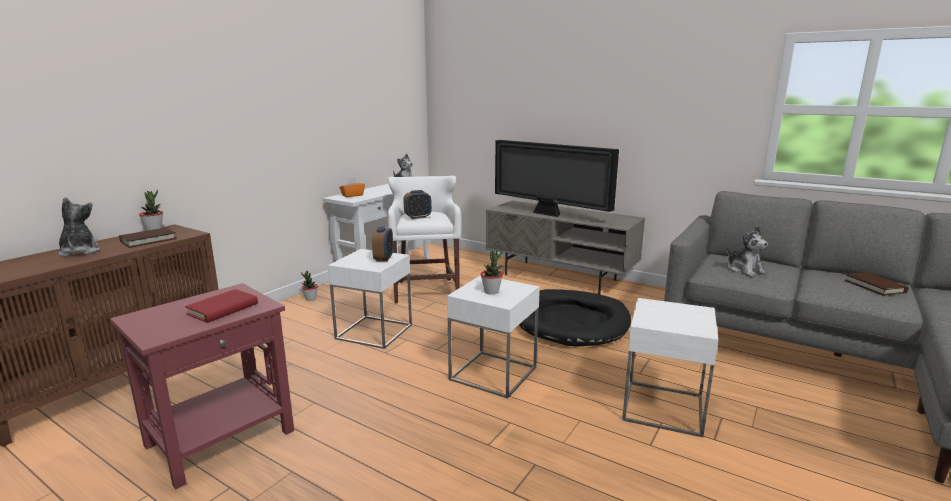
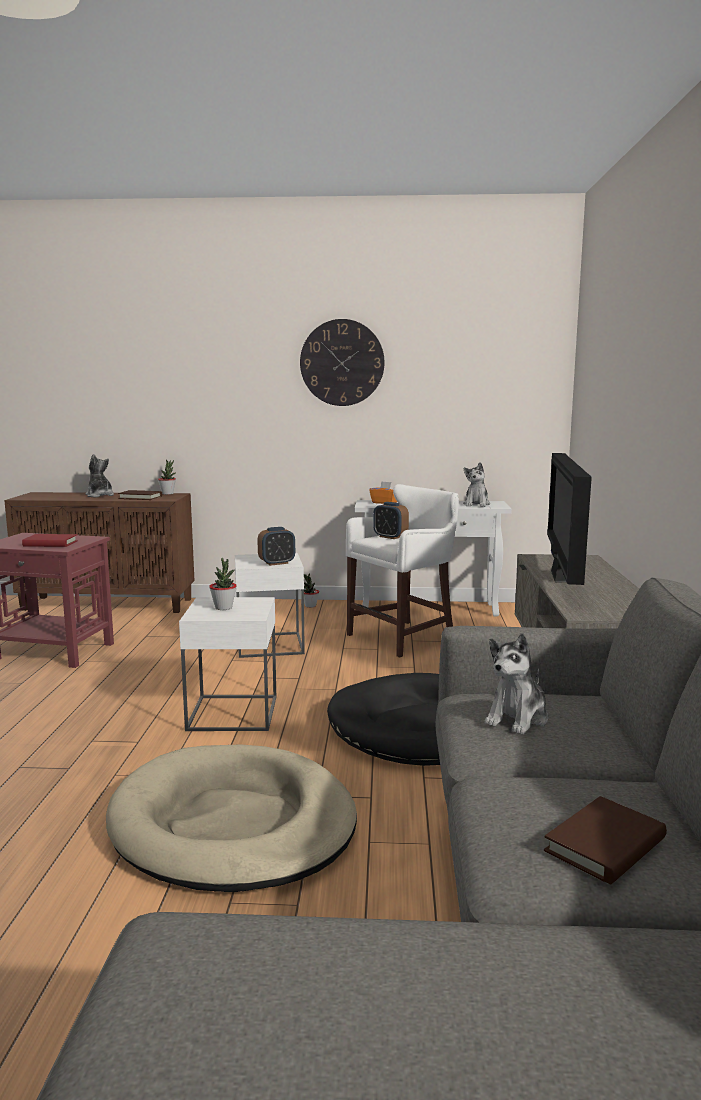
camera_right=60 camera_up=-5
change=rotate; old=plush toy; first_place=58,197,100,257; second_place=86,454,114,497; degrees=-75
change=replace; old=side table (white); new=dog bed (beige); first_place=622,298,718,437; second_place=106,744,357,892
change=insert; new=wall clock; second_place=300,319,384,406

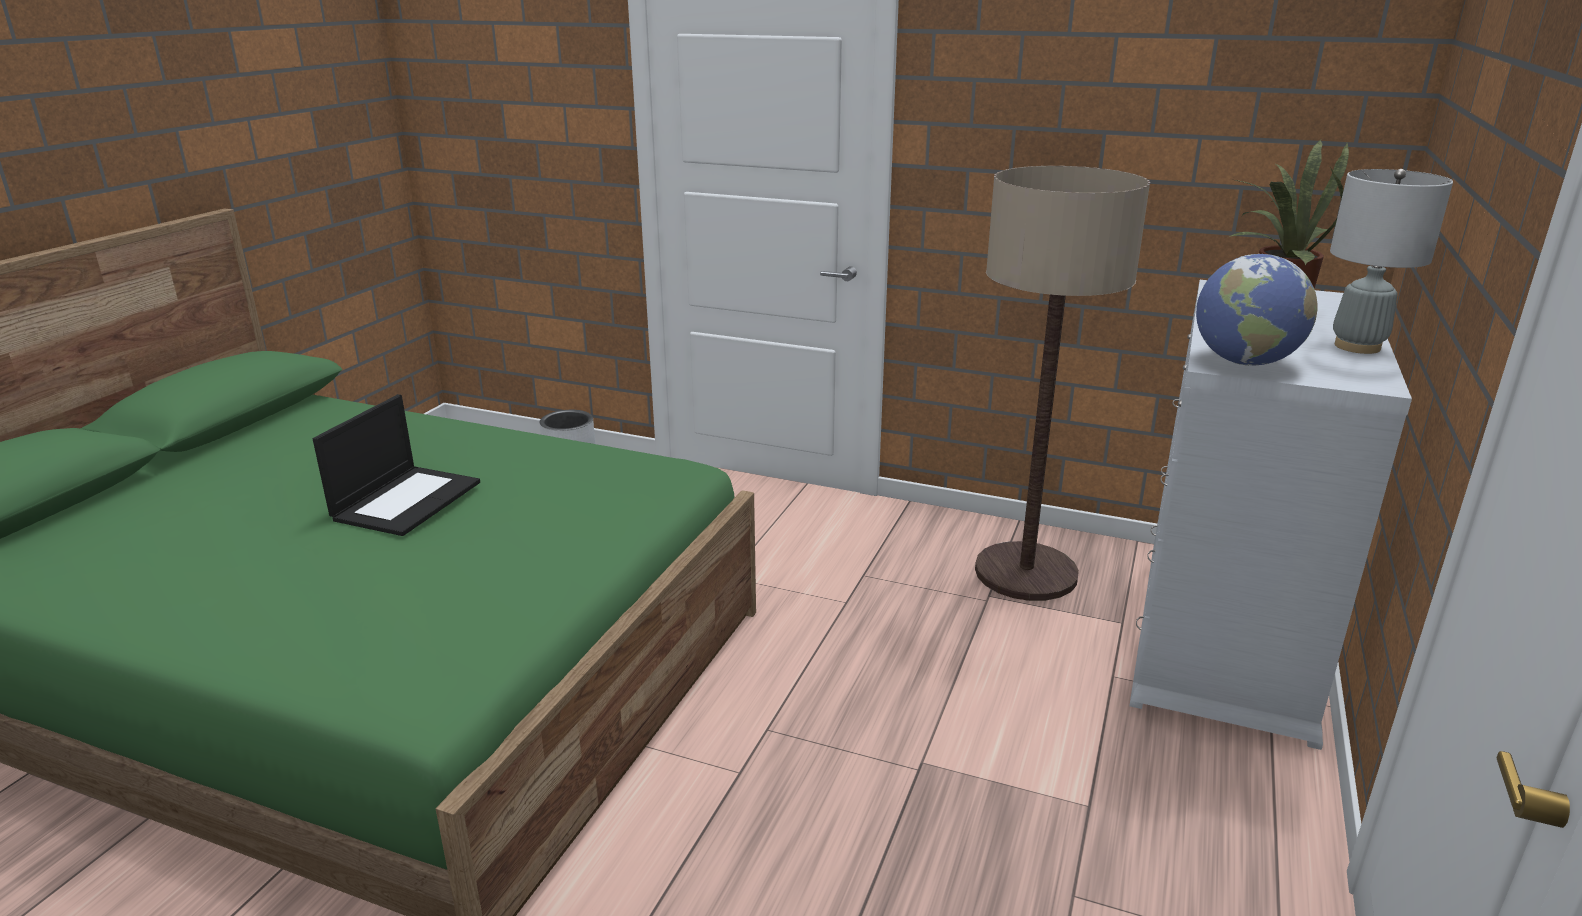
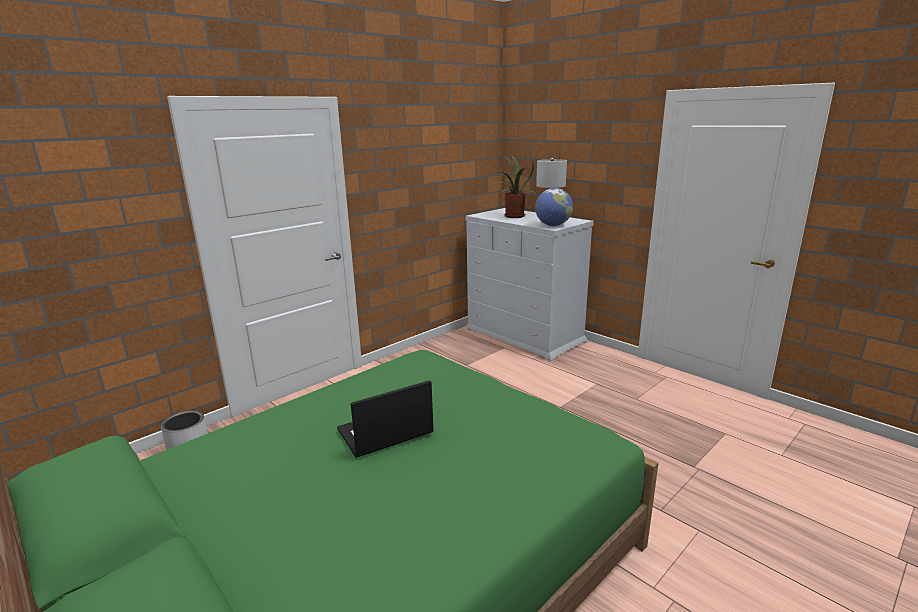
camera_right=-65 camera_up=-5
change=rotate; old=laptop; first_place=313,394,480,536; second_place=337,380,434,458; degrees=-75
change=delete; old=floor lamp; first_place=975,166,1150,601

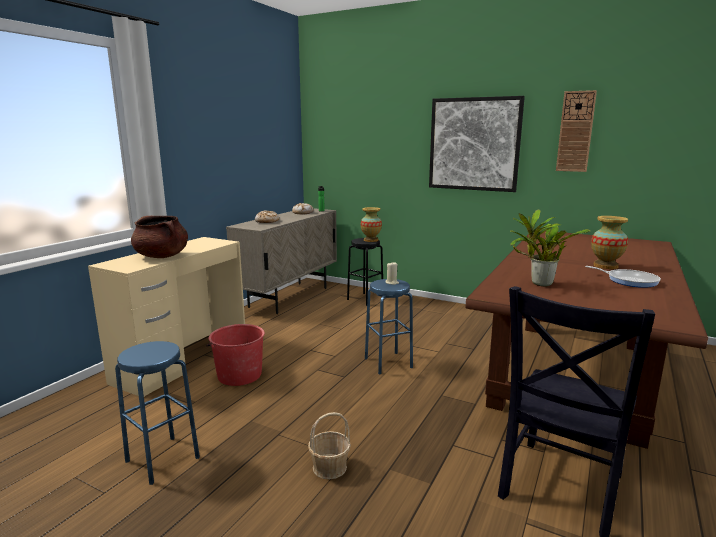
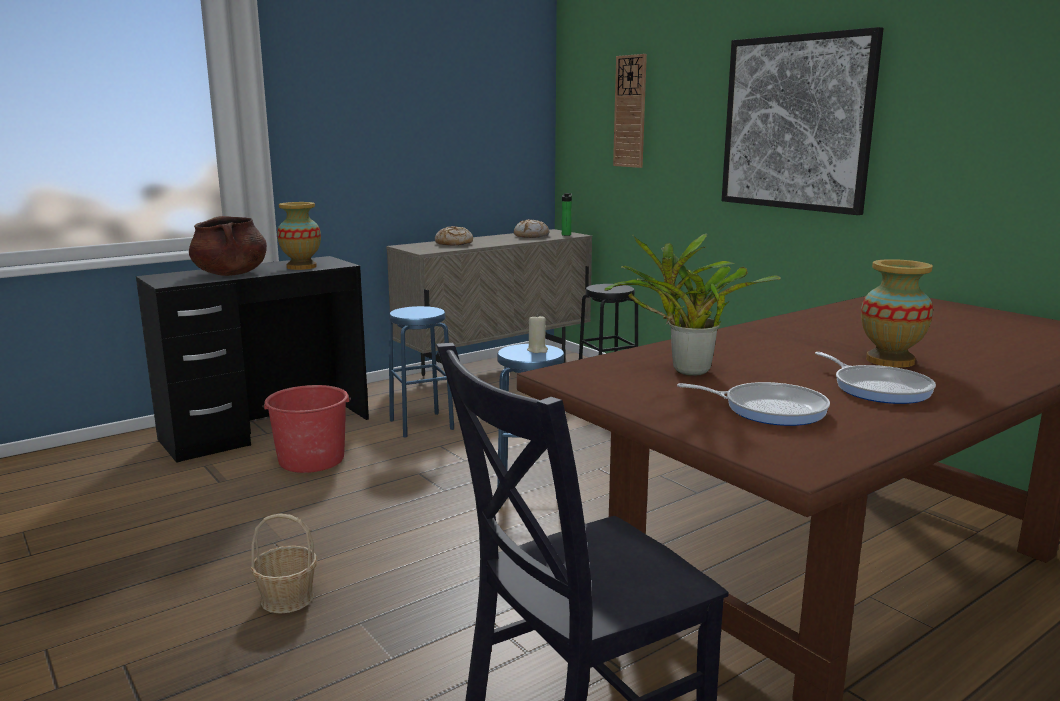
camera_right=25 camera_up=0
change=recolor; old=desk (beige); new=desk (black); first_place=88,237,245,397; second_place=136,256,369,463
change=move; old=vase; first_place=361,207,382,242; second_place=277,202,321,270
change=move; old=stool (blue); first_place=115,341,200,485; second_place=388,306,454,438
change=move; old=wall clock; first_place=556,90,597,172; second_place=613,54,647,168
change=insert; new=frying pan; second_place=677,382,830,426

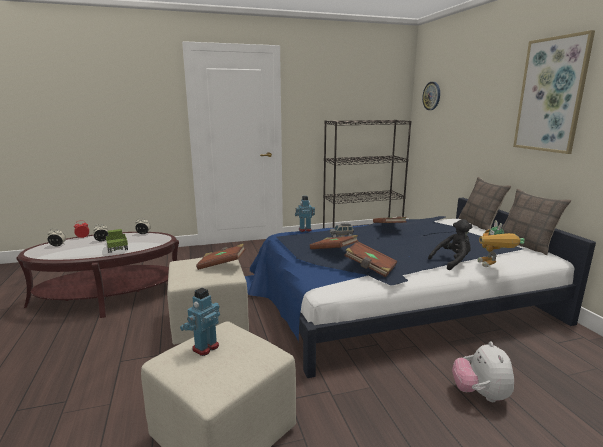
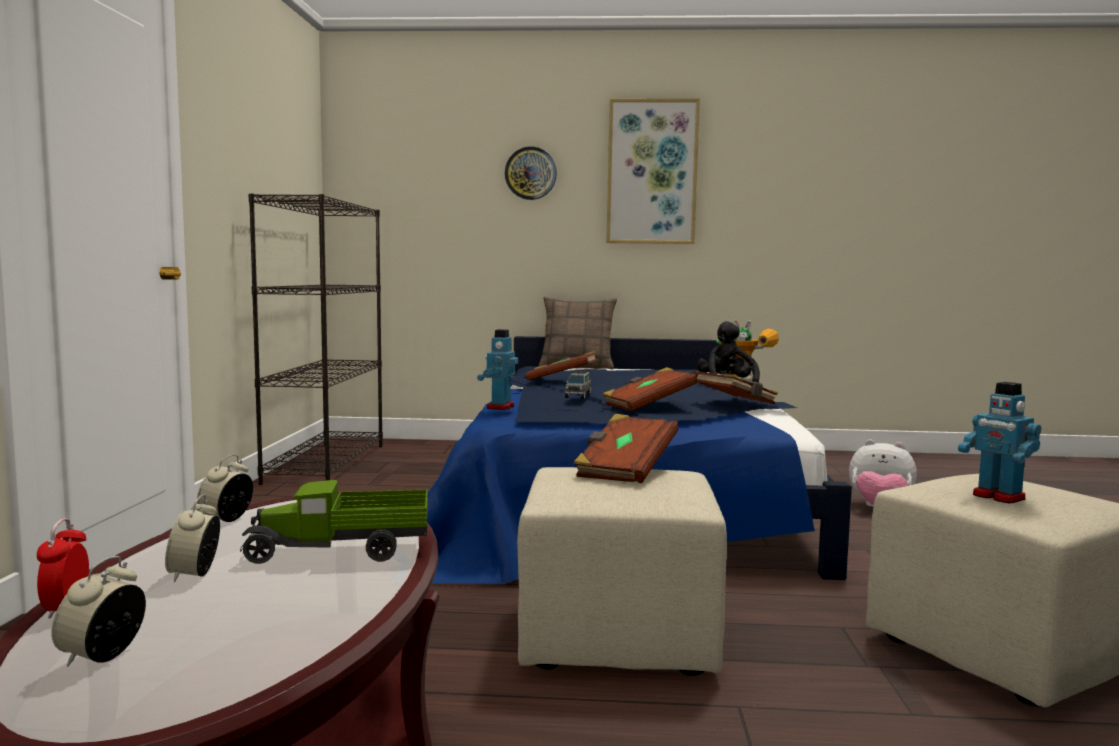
camera_right=-70 camera_up=-10
change=move; old=wall clock; first_place=422,82,440,110; second_place=505,147,557,200
change=delete; old=pillow; first_place=502,189,571,255

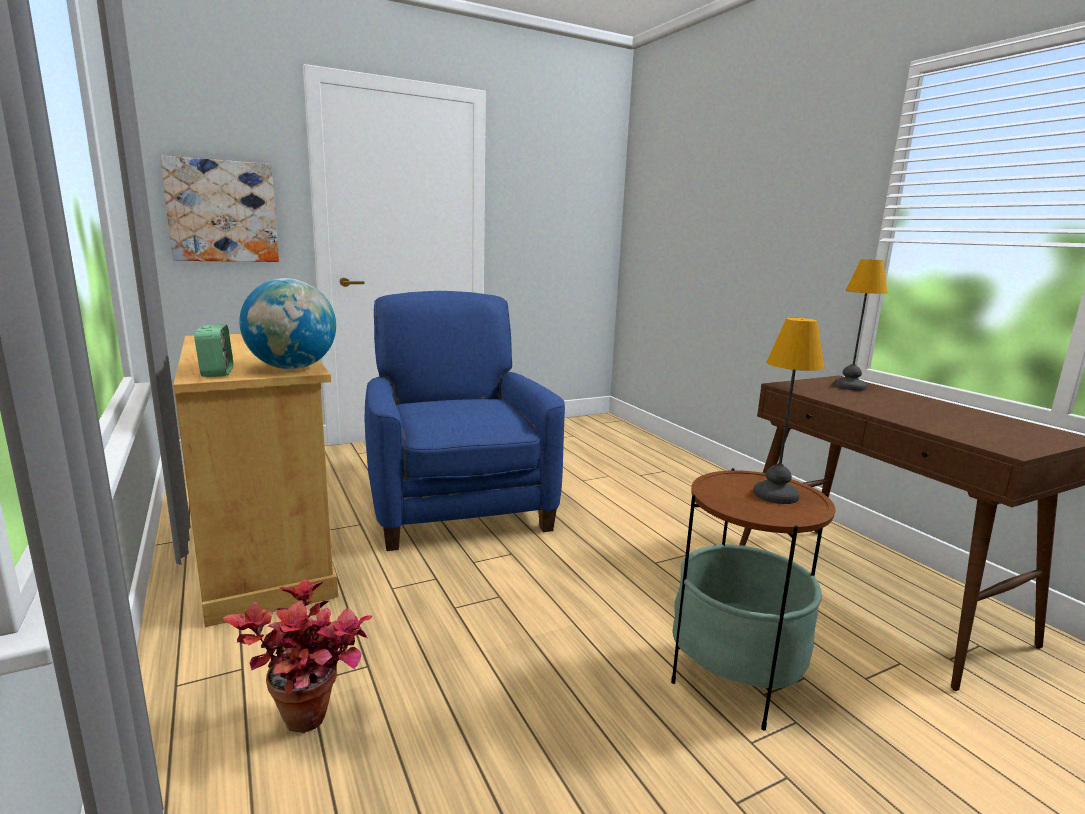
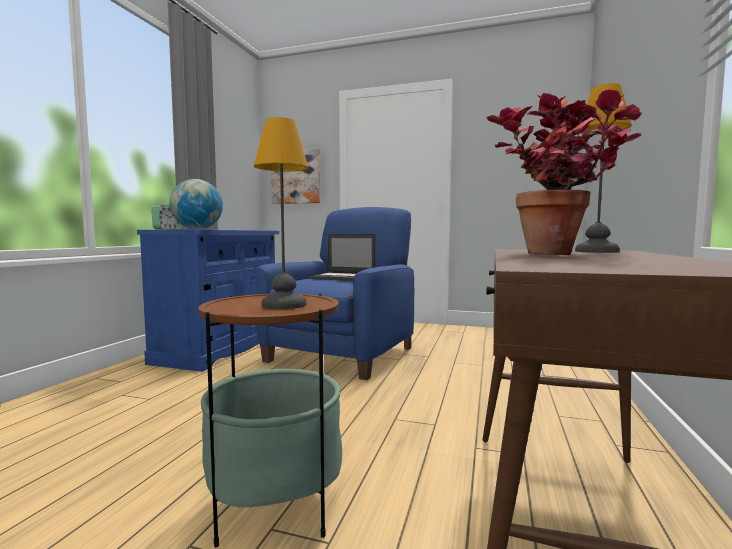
camera_right=45 camera_up=-10
change=recolor; old=cabinet (beige); new=cabinet (blue); first_place=173,334,338,627; second_place=137,230,279,371
change=insert; new=laptop; second_place=309,234,376,281
change=move; old=potted plant; first_place=223,579,373,733; second_place=486,90,642,255

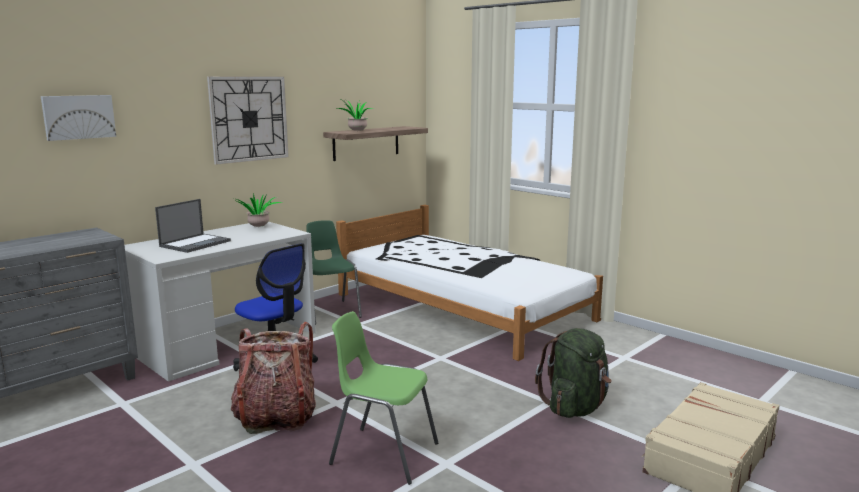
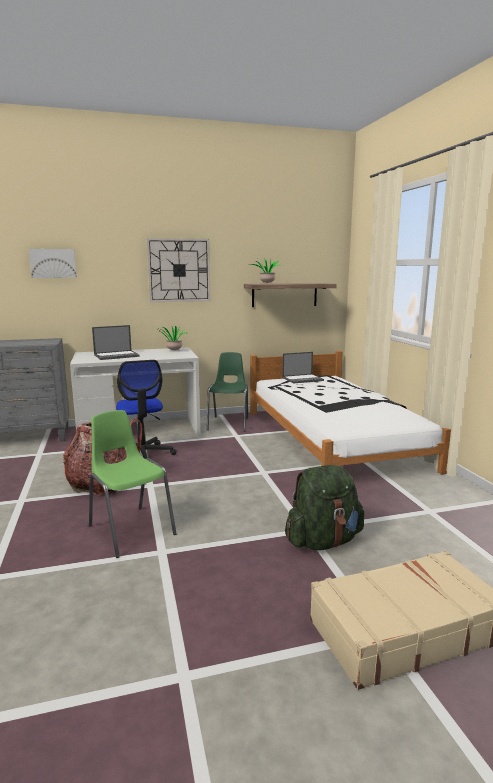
camera_right=30 camera_up=0
change=insert; new=laptop; second_place=282,352,324,384

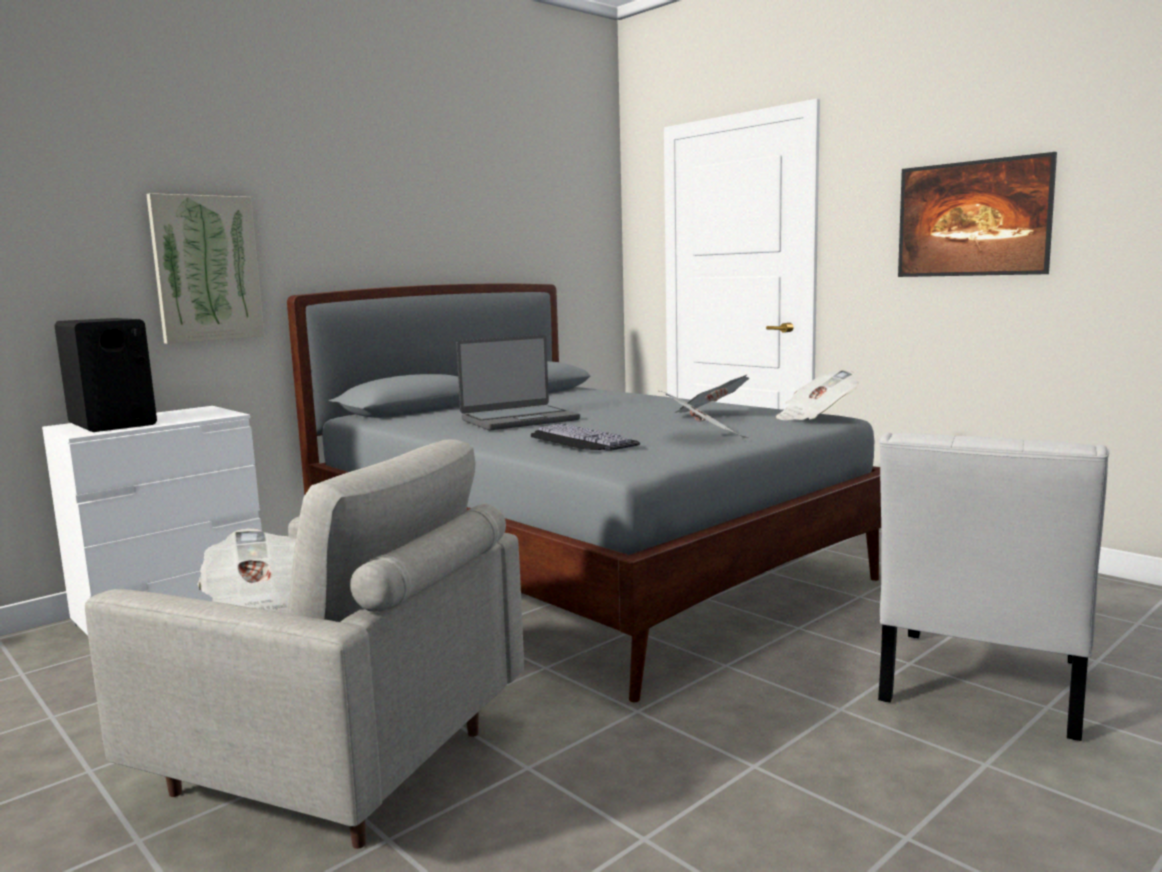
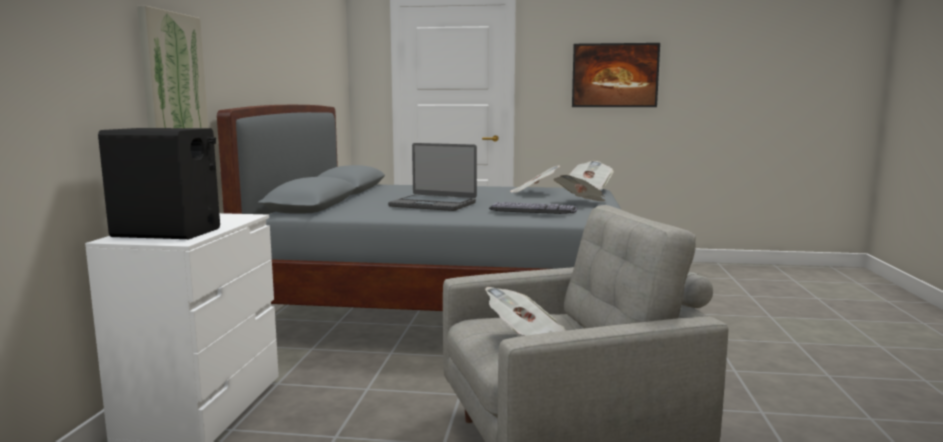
camera_right=-40 camera_up=0
change=rotate; old=laptop; first_place=456,335,580,430; second_place=388,143,477,211; degrees=90
change=delete; old=chair (white); first_place=878,432,1109,741

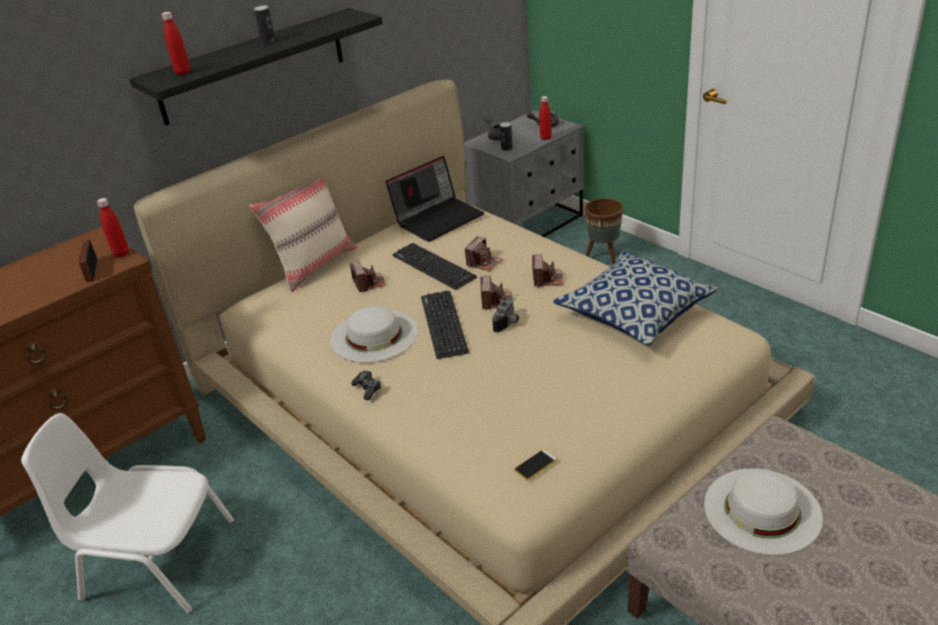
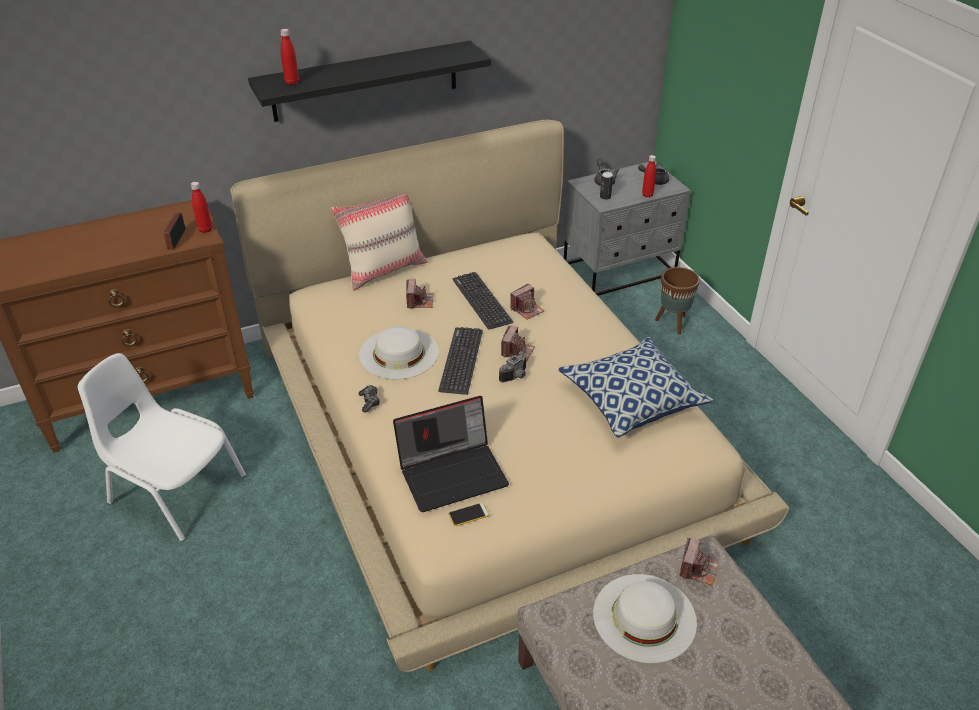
camera_right=15 camera_up=5
change=move; old=laptop; first_place=386,156,484,242; second_place=393,396,509,512
change=move; old=photo camera; first_place=532,254,563,287; second_place=679,537,719,586
change=delete; old=can; first_place=254,5,275,43

